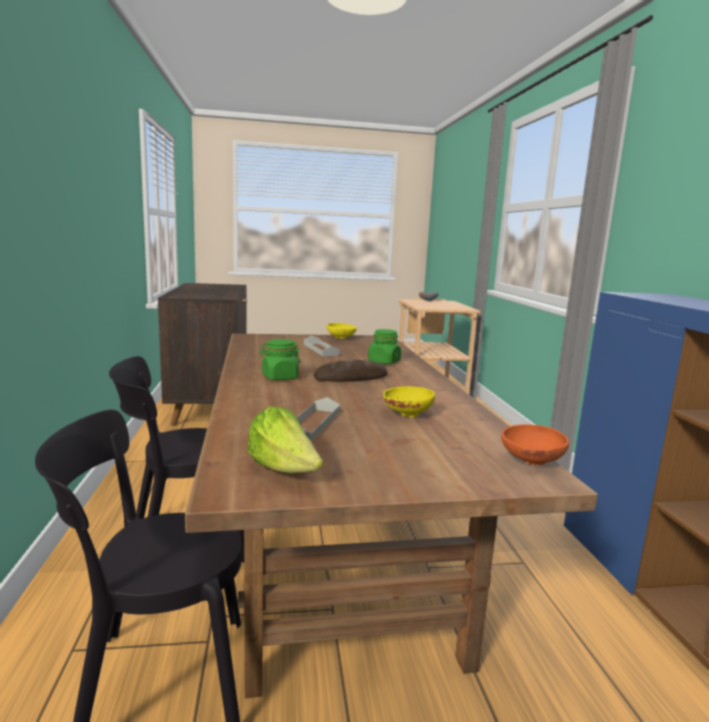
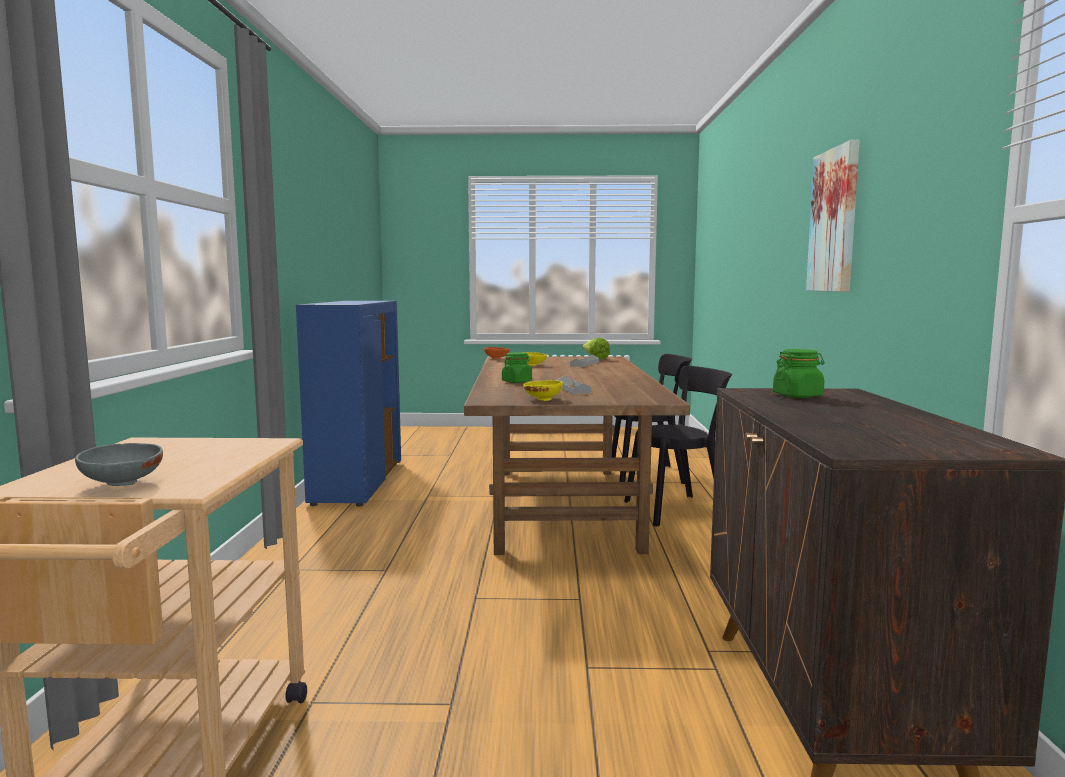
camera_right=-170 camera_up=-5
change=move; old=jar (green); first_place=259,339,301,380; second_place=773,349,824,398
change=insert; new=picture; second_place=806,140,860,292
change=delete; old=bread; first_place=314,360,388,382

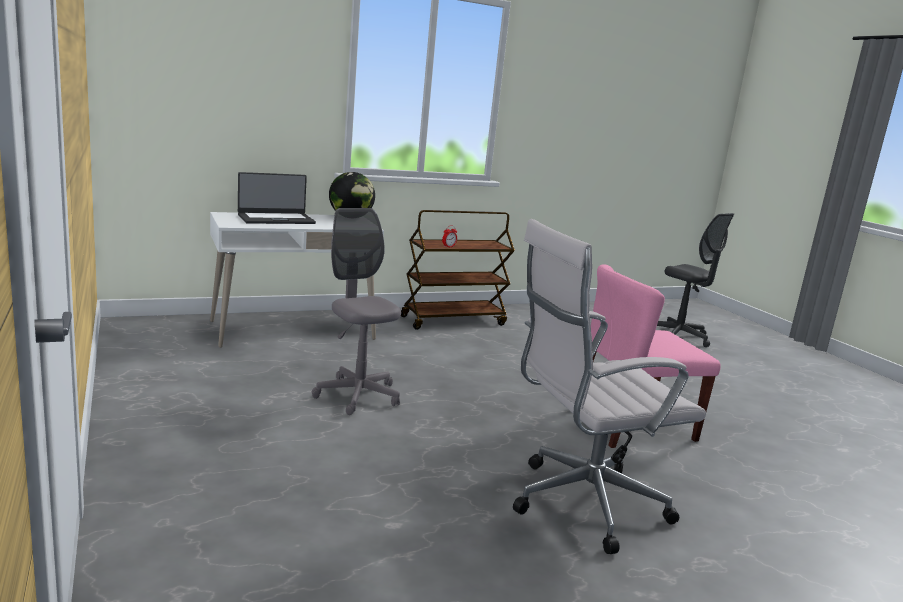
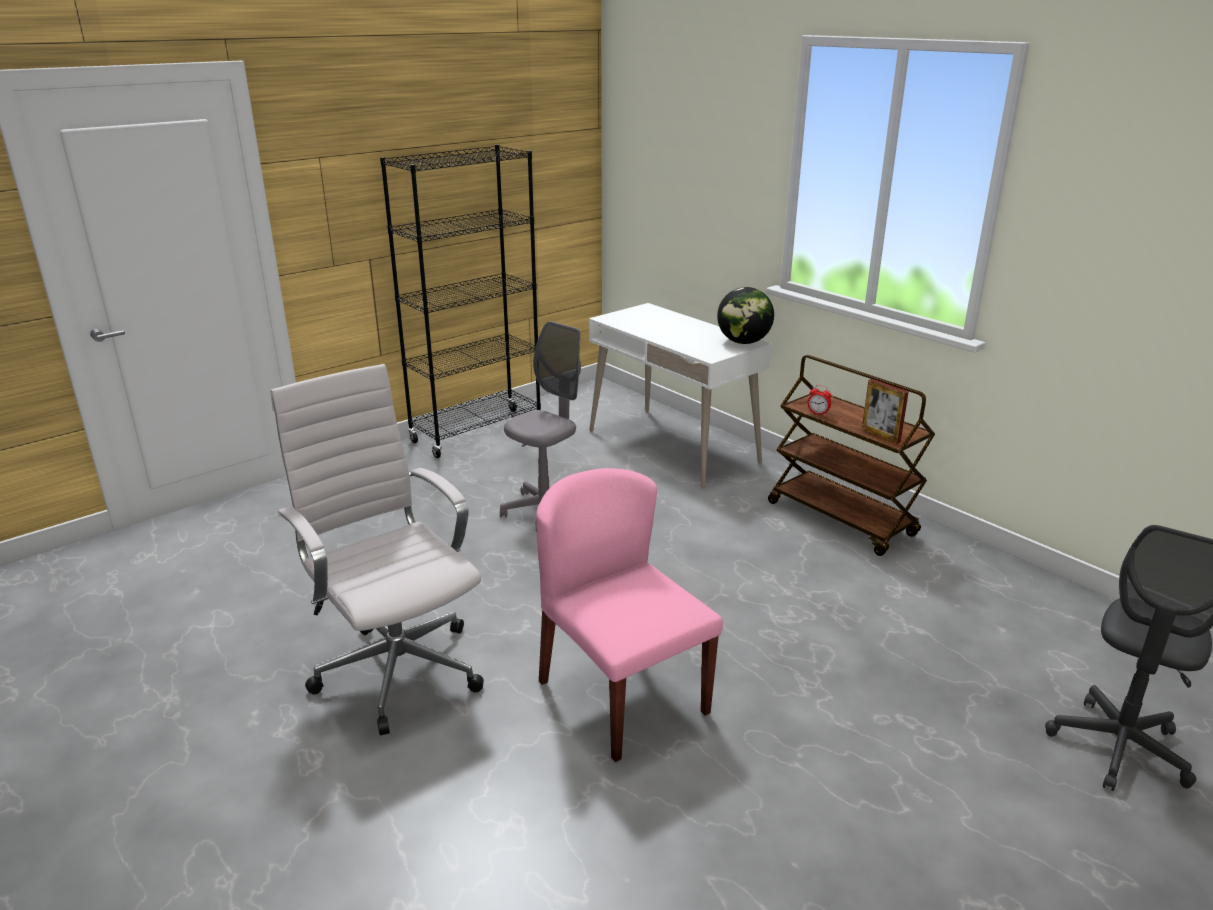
camera_right=75 camera_up=10
change=insert; new=bookcase (black); second_place=380,144,541,458
change=insert; new=picture frame; second_place=862,379,909,444
change=delete; old=laptop; first_place=238,172,316,224

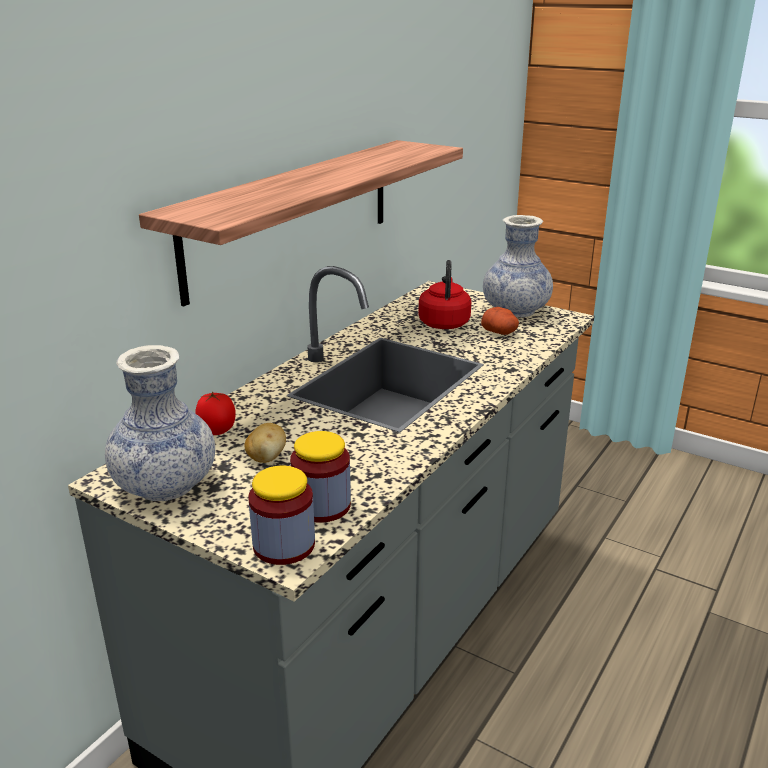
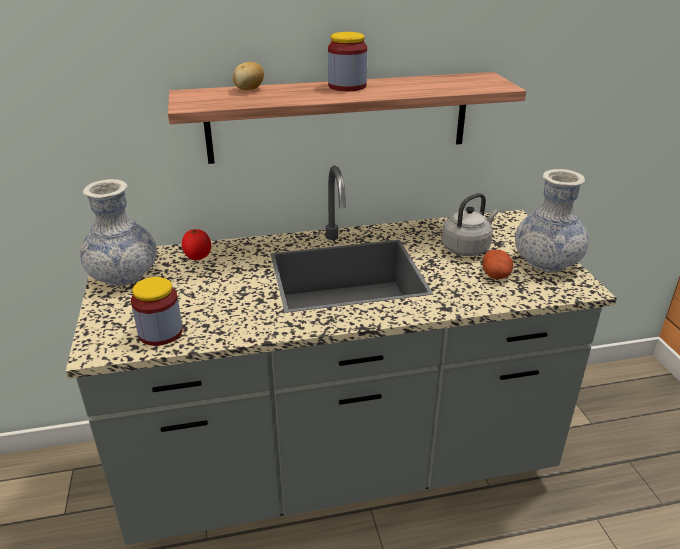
camera_right=45 camera_up=5
change=move; old=potato; first_place=244,423,286,463; second_place=233,62,264,90
change=move; old=jar; first_place=248,466,315,565; second_place=328,32,367,91
change=recolor; old=kettle (red); new=kettle (grey); first_place=419,260,471,329; second_place=442,193,498,256

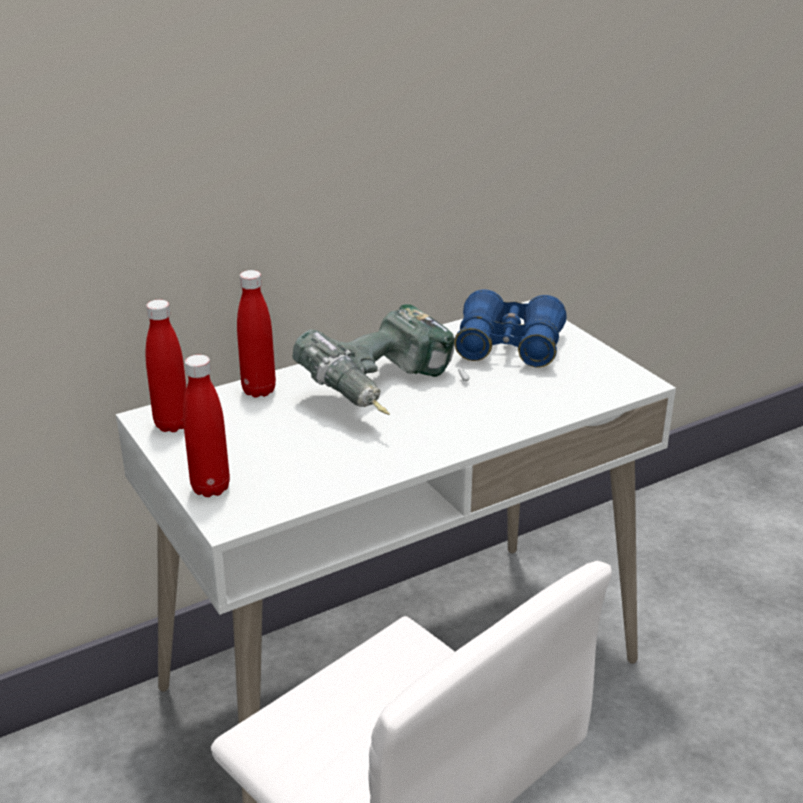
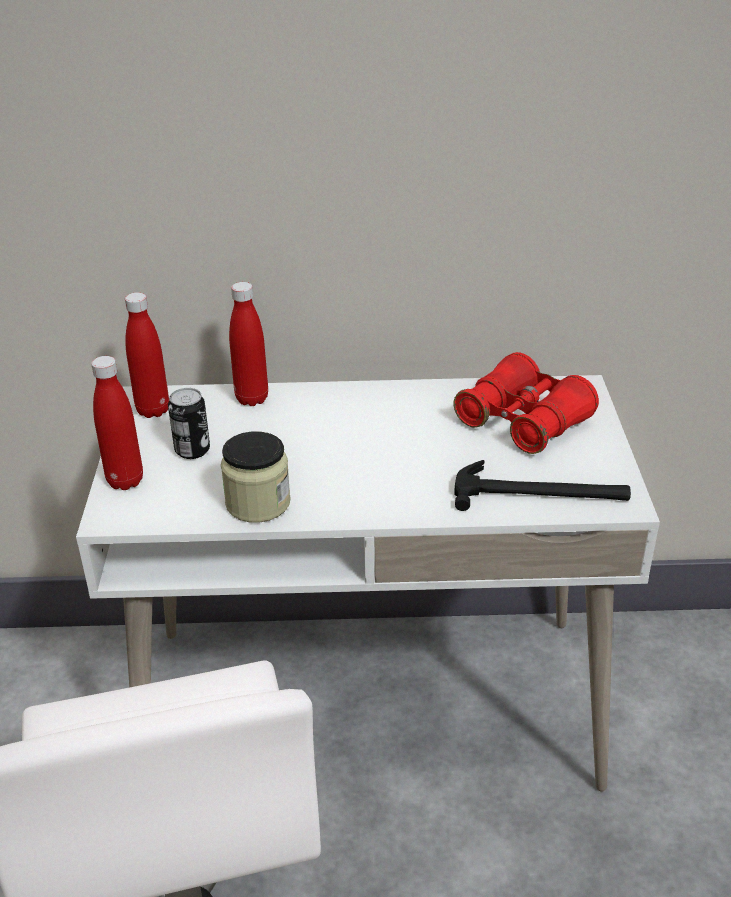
camera_right=30 camera_up=5
change=insert; new=can; second_place=168,388,210,459
change=insert; new=jar; second_place=221,431,290,523
change=recolor; old=binoculars (blue); new=binoculars (red); first_place=454,289,567,367; second_place=453,352,599,454
change=insert; new=hammer; second_place=454,460,631,511
change=delete; old=power drill; first_place=293,304,470,415

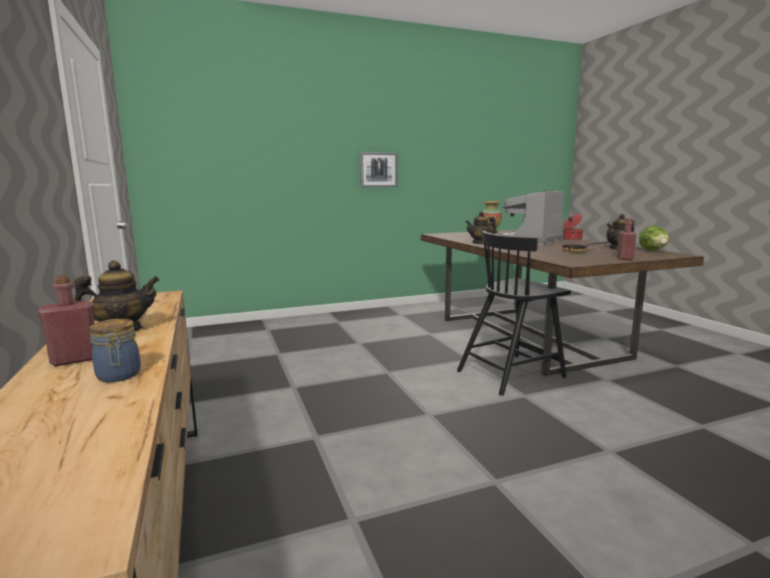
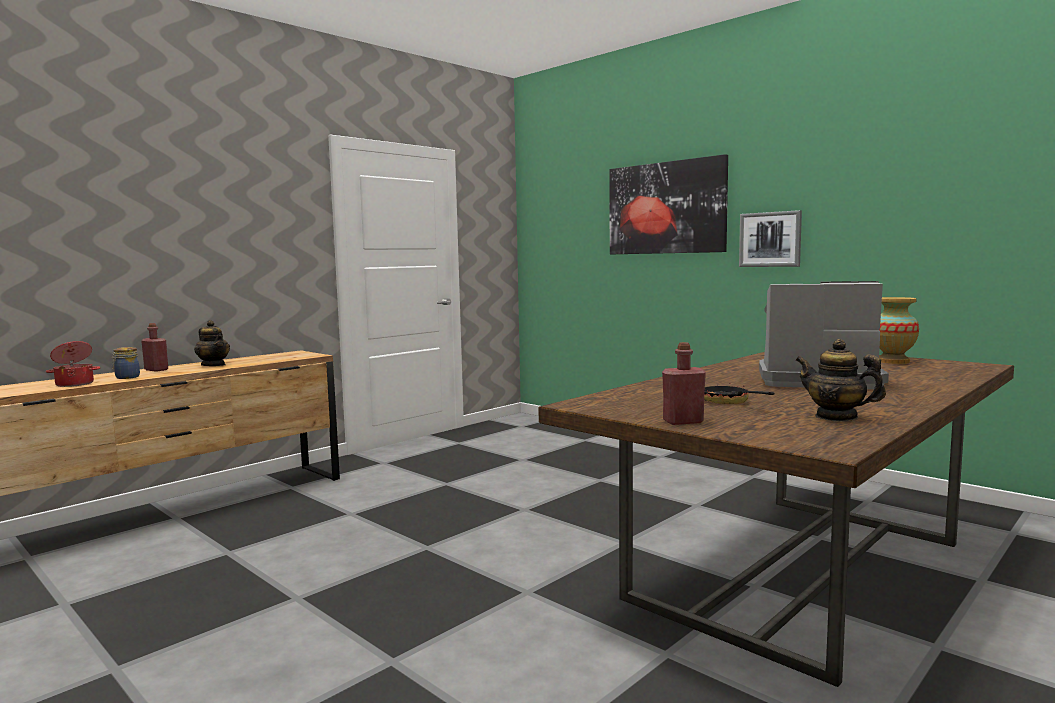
camera_right=65 camera_up=-5
change=move; old=cooking pot; first_place=562,214,583,240; second_place=46,341,100,387
change=insert; new=picture; second_place=609,154,728,254
change=delete; old=chair (black); first_place=457,231,571,396
change=delete; old=teapot; first_place=465,212,497,244
change=delete; old=lettuce; first_place=639,226,669,250

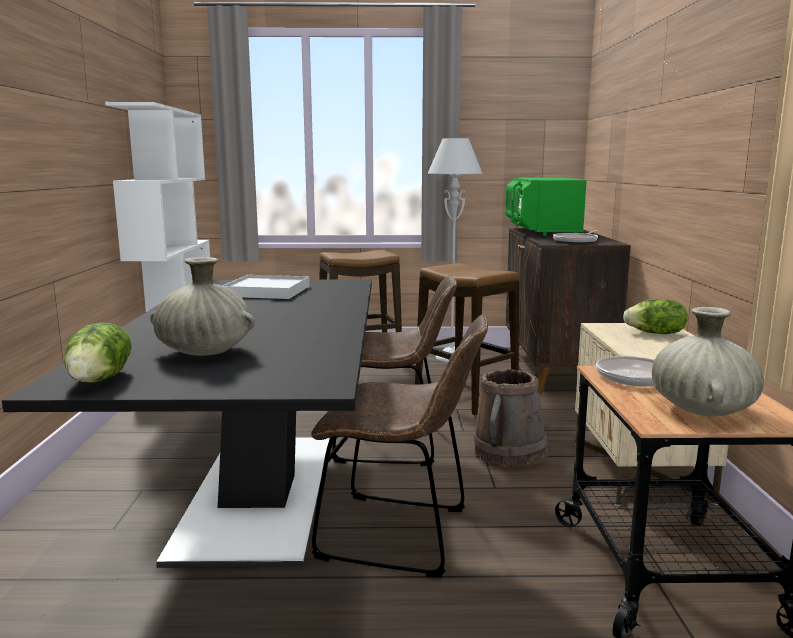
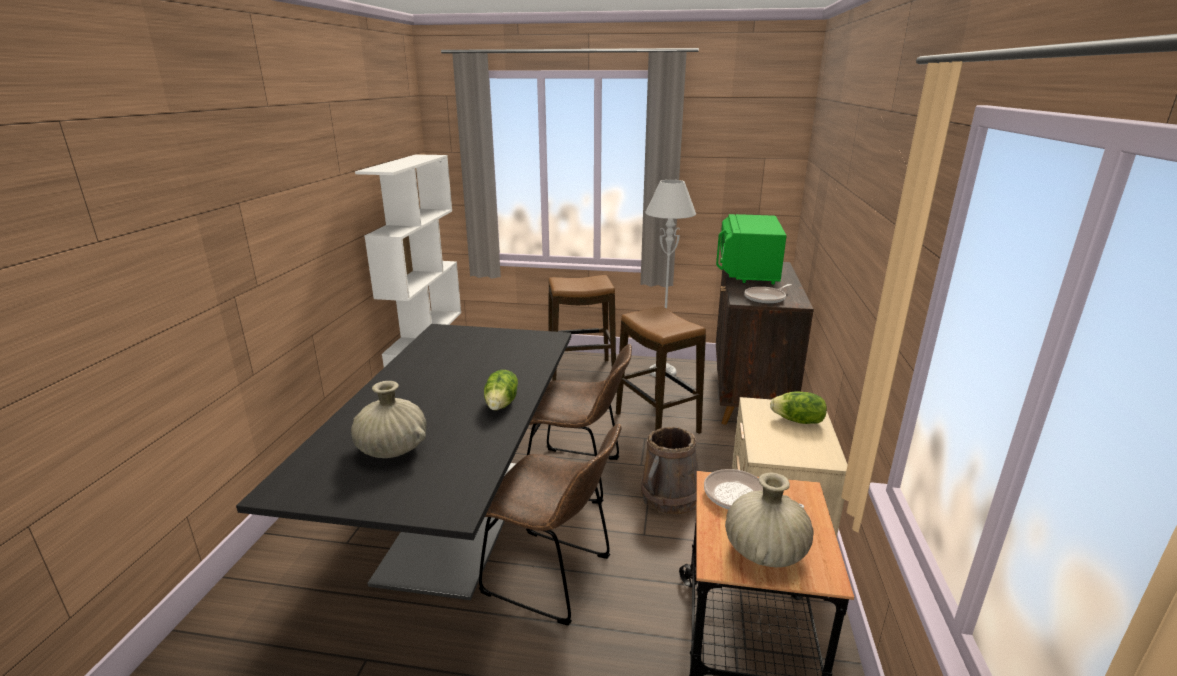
camera_right=10 camera_up=10
change=move; old=lettuce; first_place=64,323,132,383; second_place=484,370,518,411
change=delete; old=tray (white); first_place=222,275,310,299

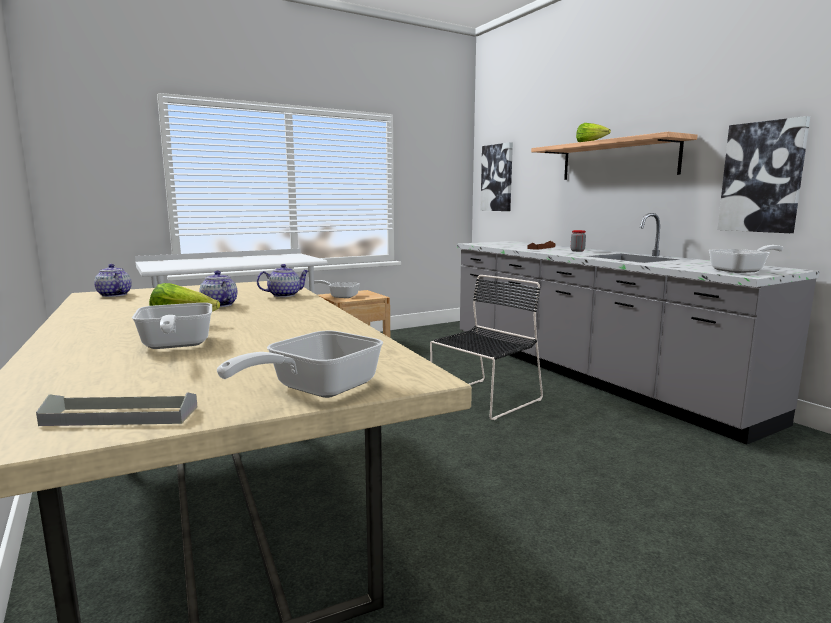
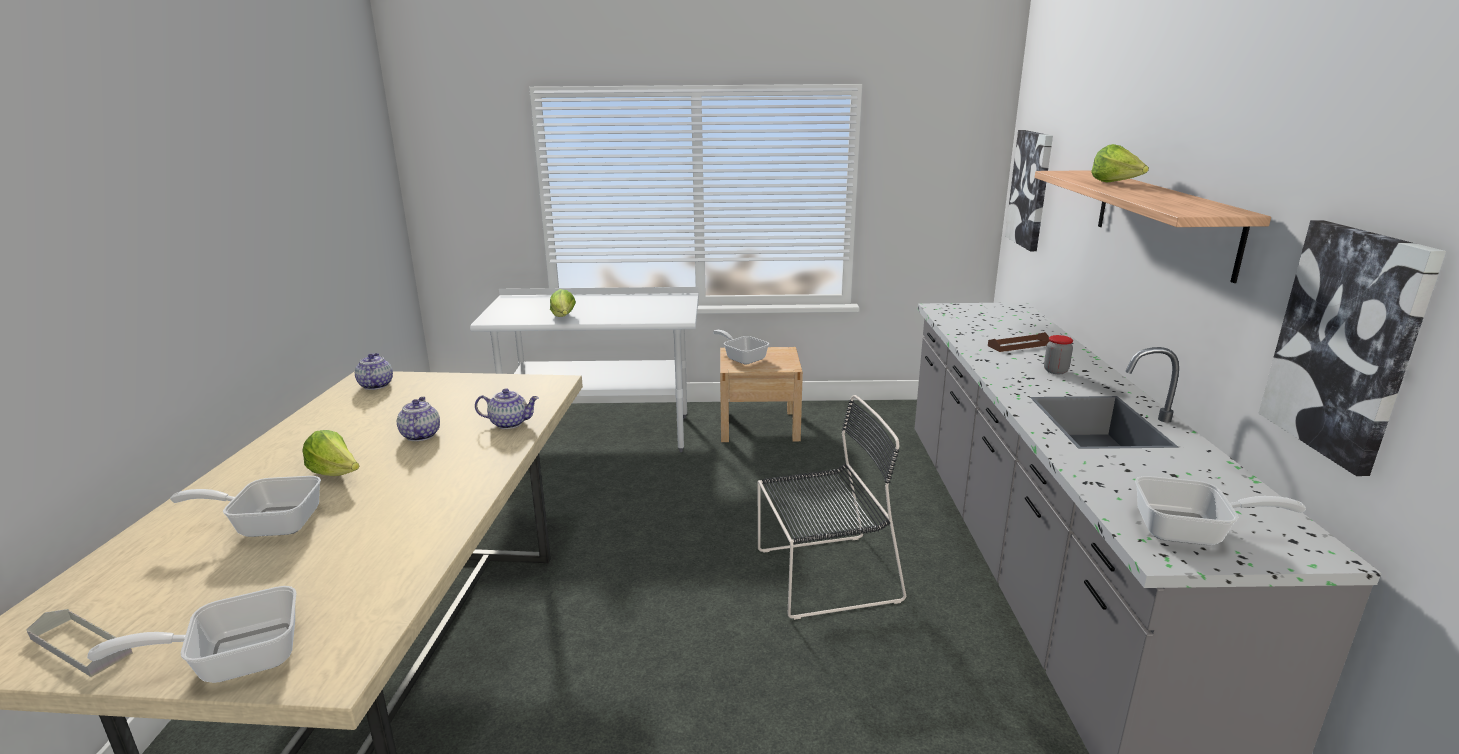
camera_right=30 camera_up=10
change=rotate; old=frying pan; first_place=132,303,212,349; second_place=170,476,321,537; degrees=75
change=insert; new=lettuce; second_place=550,289,576,317

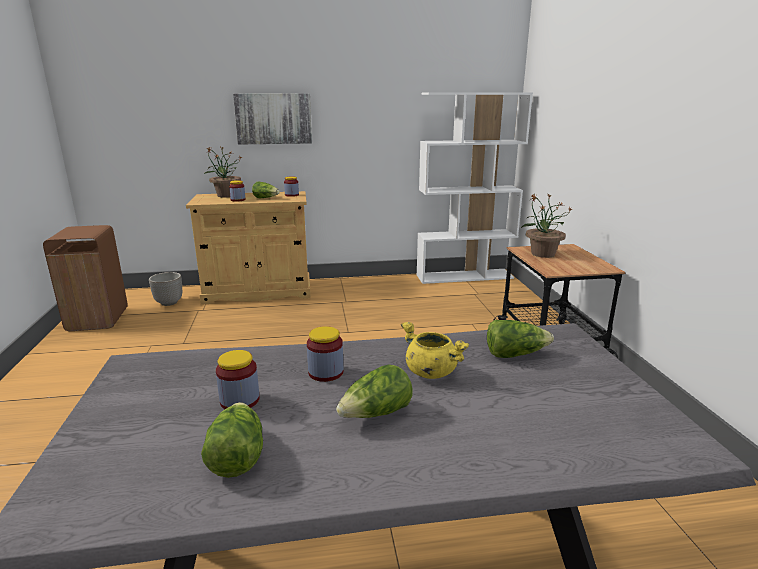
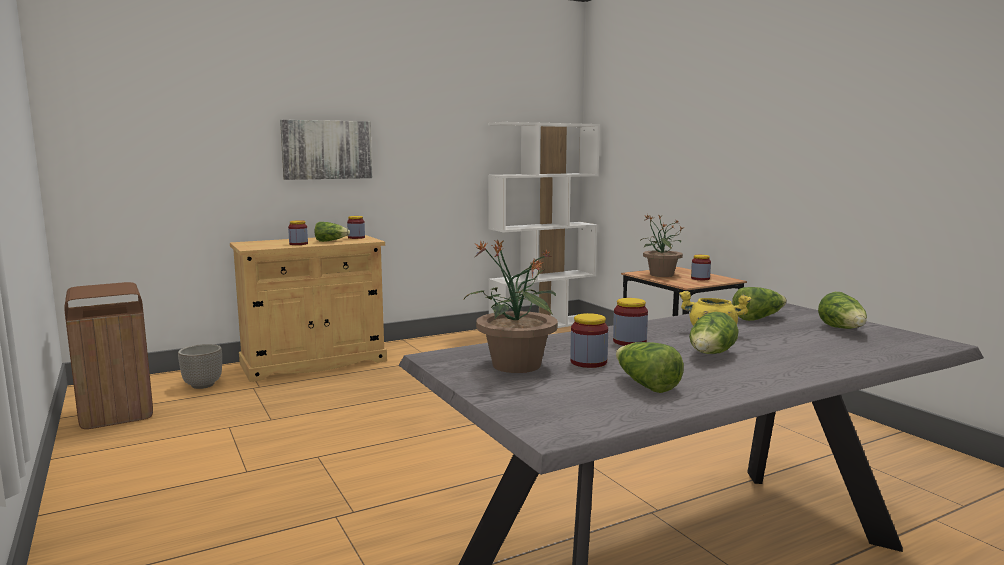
camera_right=-20 camera_up=-10
change=move; old=potted plant; first_place=203,147,242,197; second_place=464,239,558,373
change=insert; new=jar; second_place=691,255,711,280
change=insert; new=lettuce; second_place=818,292,867,329

